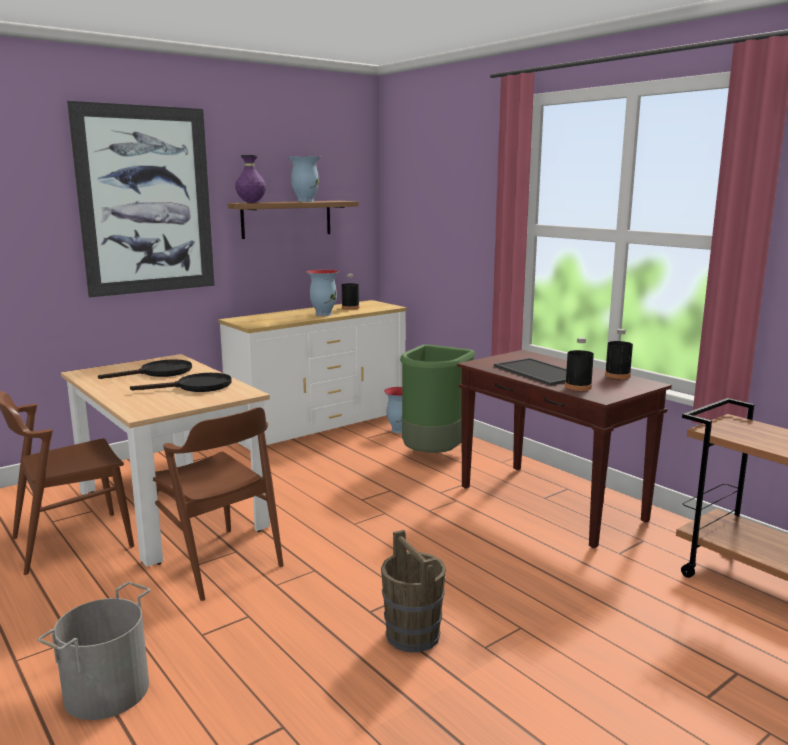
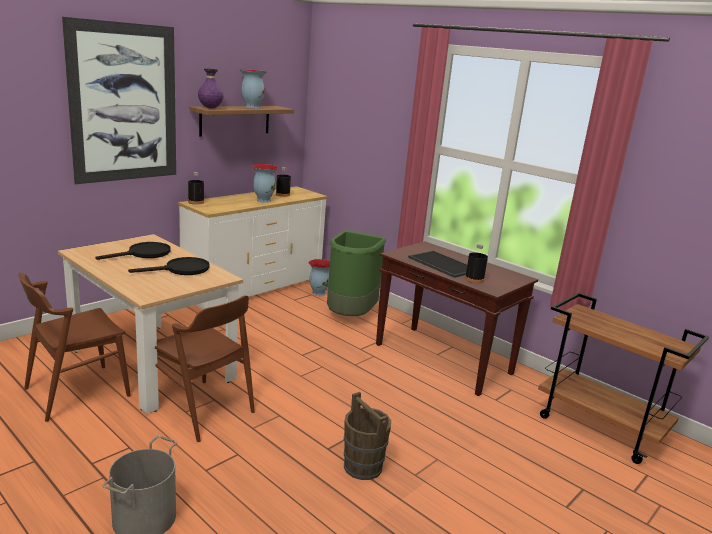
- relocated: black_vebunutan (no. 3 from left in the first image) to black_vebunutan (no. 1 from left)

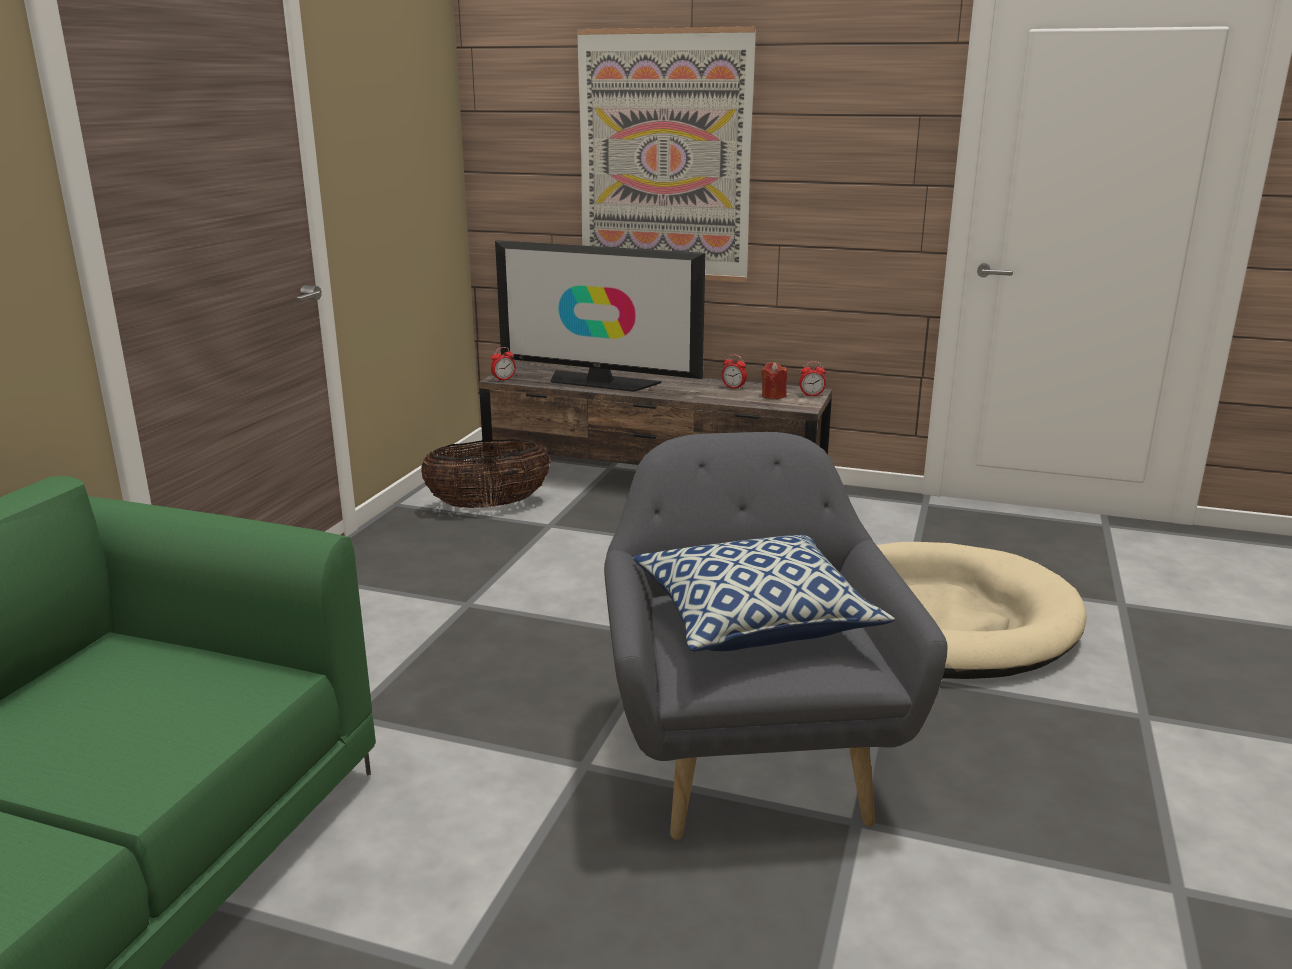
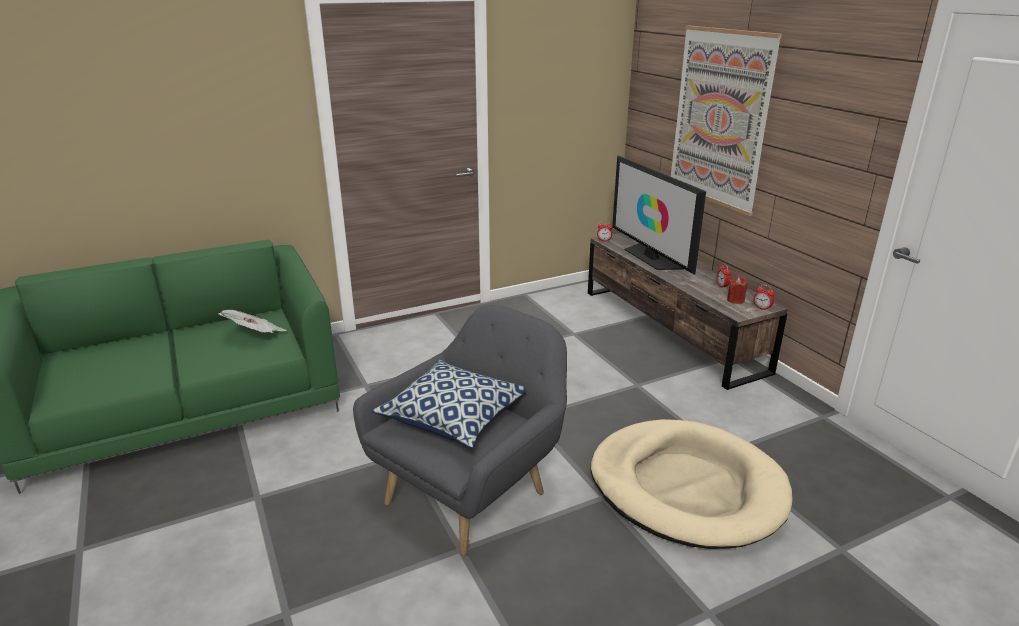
- appeared: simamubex
- missing: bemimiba

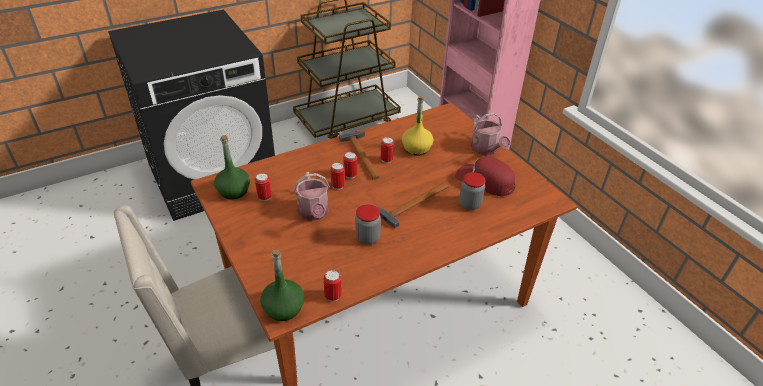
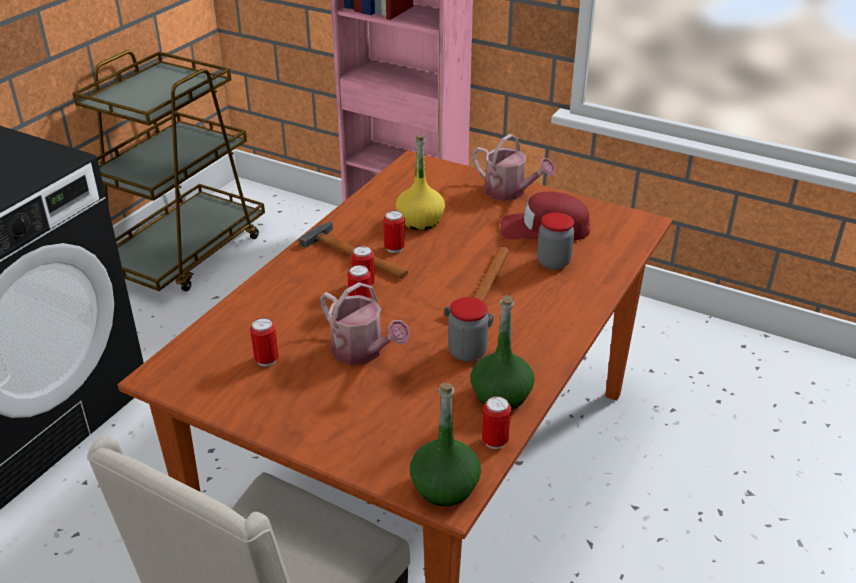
- relocated: green_vebunutan (no. 1 from left in the first image) to green_vebunutan (no. 2 from left)

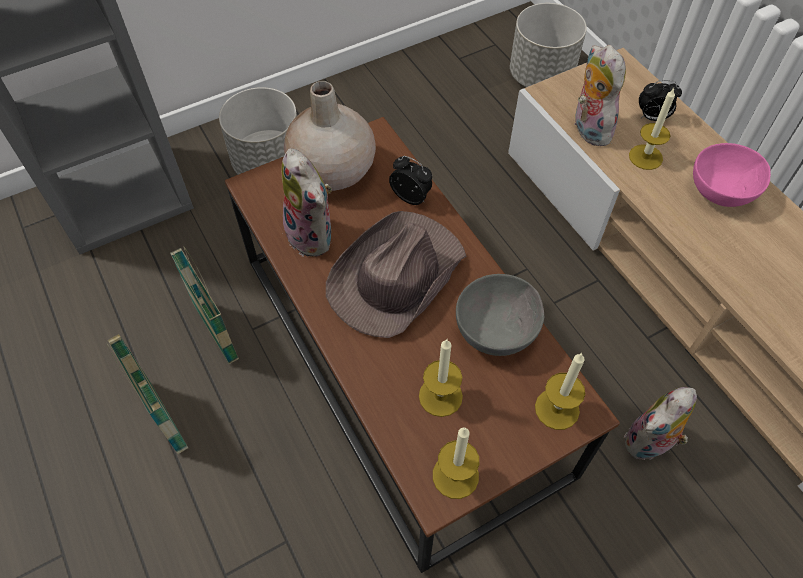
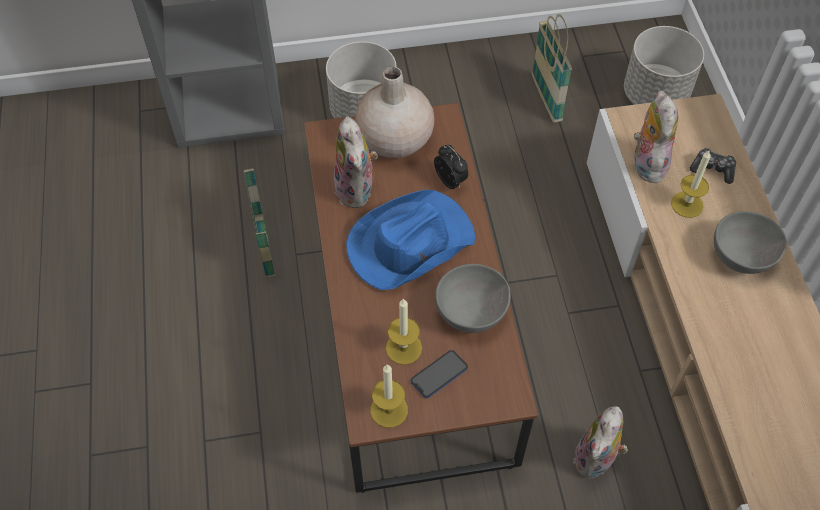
- colour: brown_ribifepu to blue_ribifepu
- appeared: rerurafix
- relocated: bemimiba (no. 1 from left in the first image) to bemimiba (no. 2 from left)
- spun: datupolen (no. 3 from left in the first image) 45 degrees counterclockwise
- exchanged: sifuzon (no. 2 from left) to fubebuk
- colour: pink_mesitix to grey_mesitix (no. 2 from left)
- missing: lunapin (no. 3 from left)

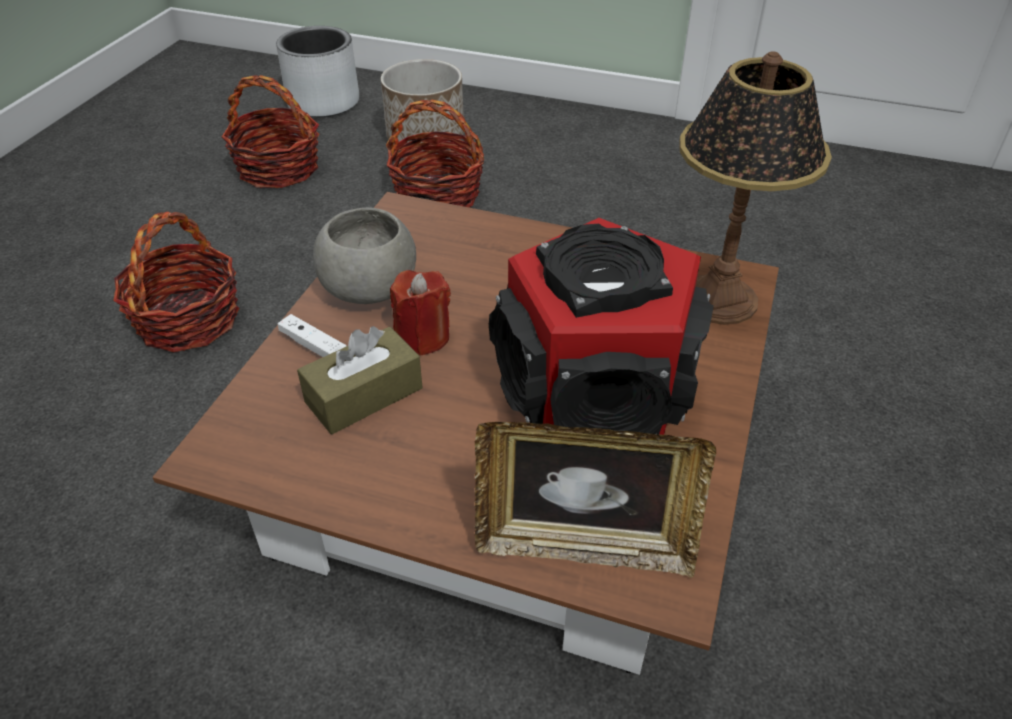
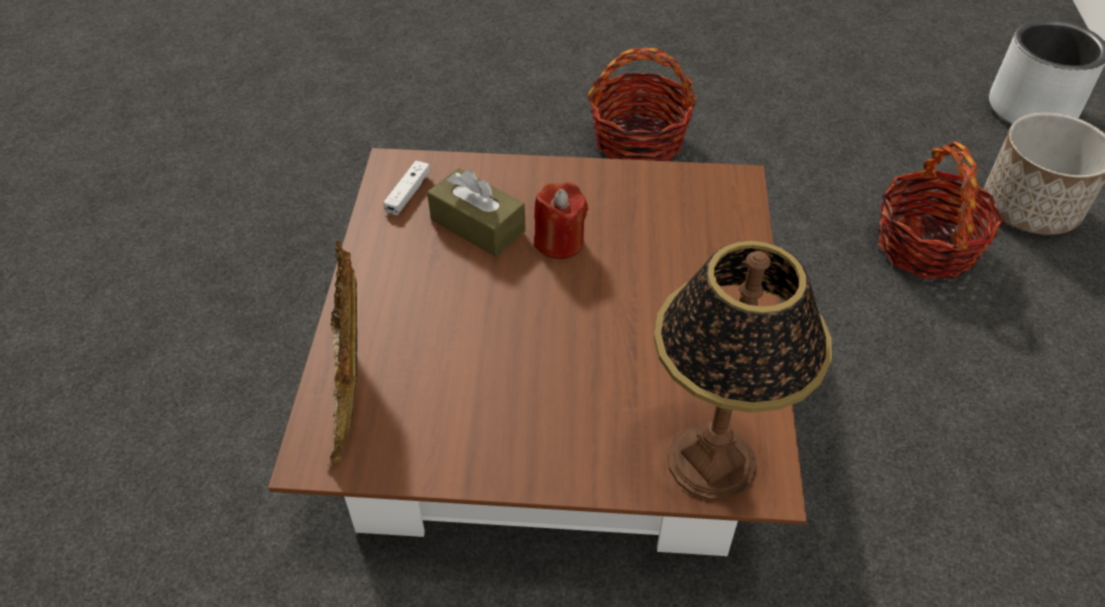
- relocated: white_fubebuk
- missing: bemimiba (no. 2 from left)
- missing: grey_mesitix
- missing: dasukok

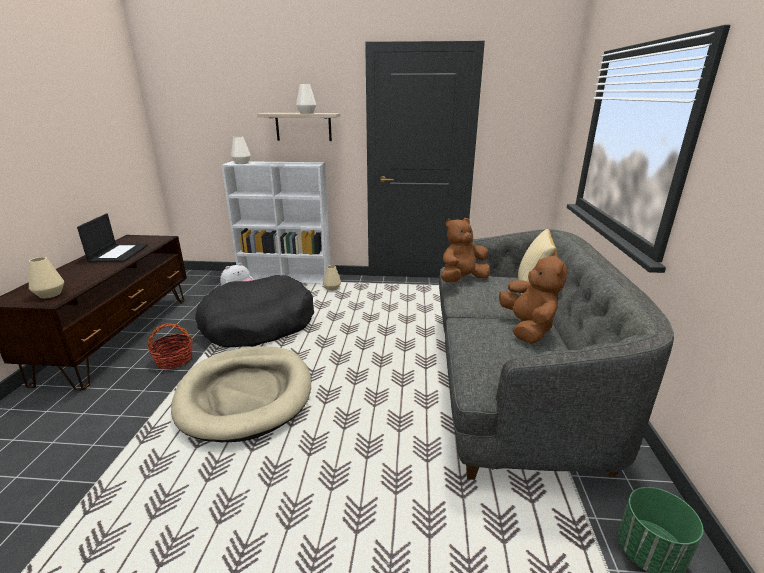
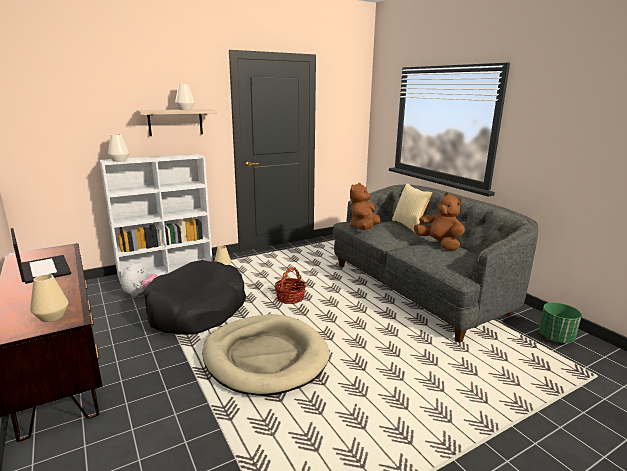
- relocated: bemimiba

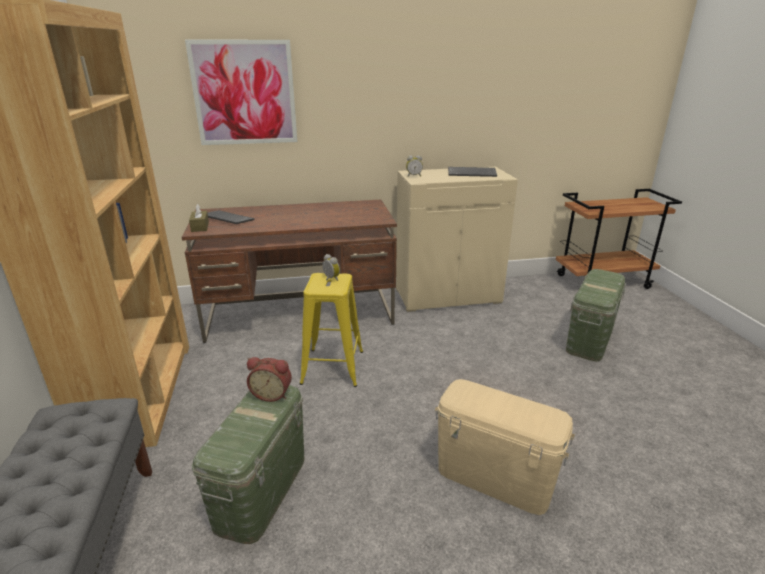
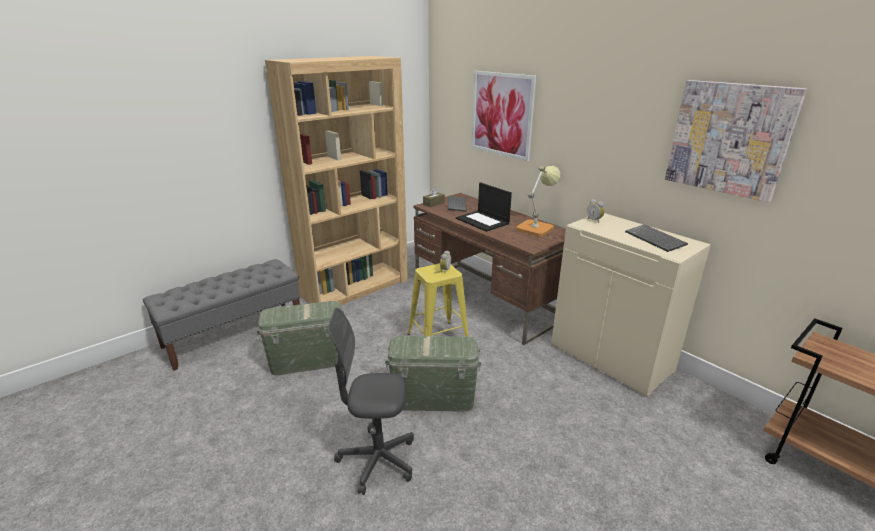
- exchanged: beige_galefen to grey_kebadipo
- relocated: green_galefen (no. 2 from left)
- appeared: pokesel
- appeared: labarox
- appeared: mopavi (no. 2 from left)
- missing: sifuzon (no. 1 from left)

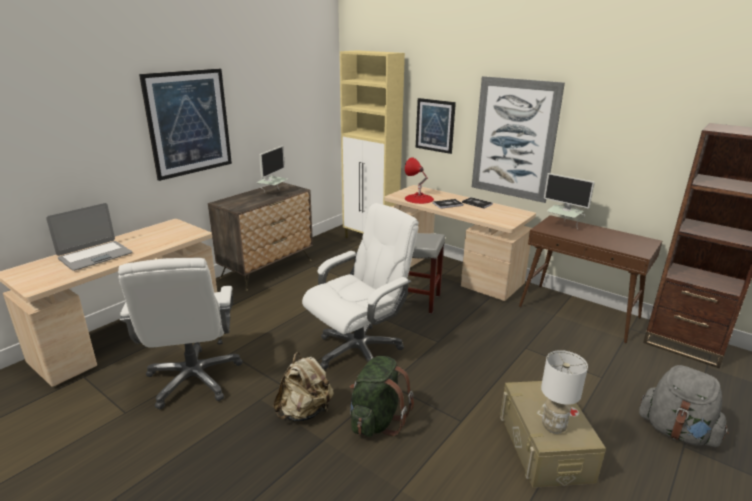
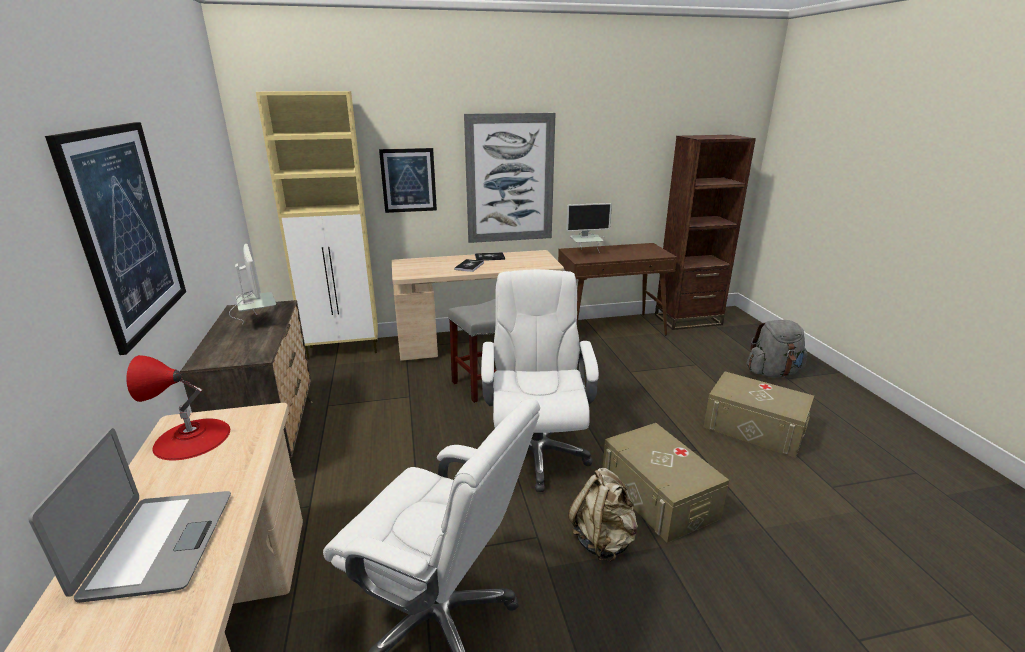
- relocated: red_labarox
- exchanged: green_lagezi to beige_galefen (no. 1 from left)
- missing: white_labarox

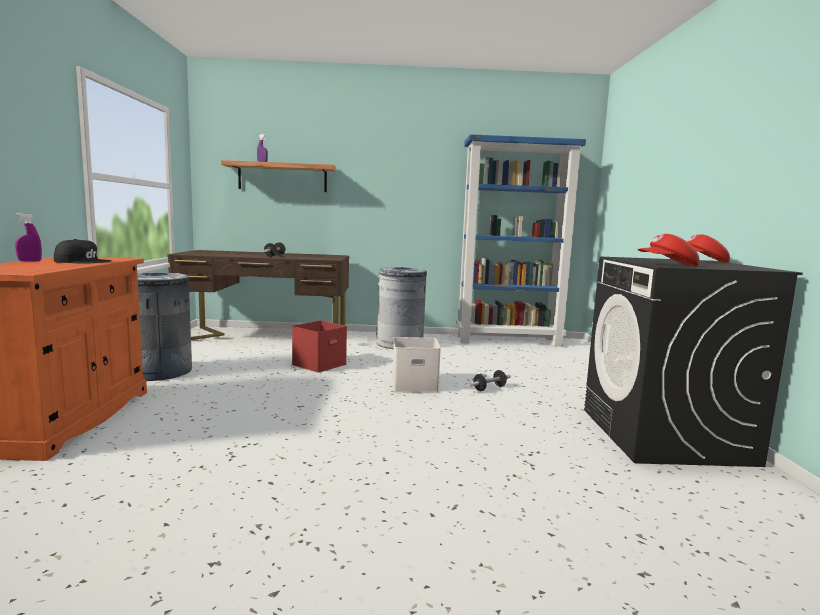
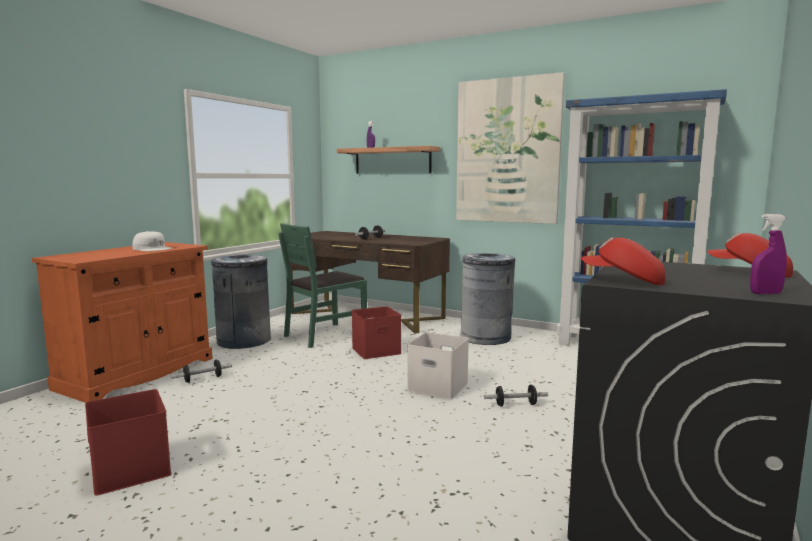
- appeared: red_galefen (no. 1 from left)
- colour: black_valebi to white_valebi
- appeared: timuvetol (no. 1 from left)
- appeared: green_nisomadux
- appeared: mopavi
- relocated: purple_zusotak (no. 1 from left in the first image) to purple_zusotak (no. 2 from left)

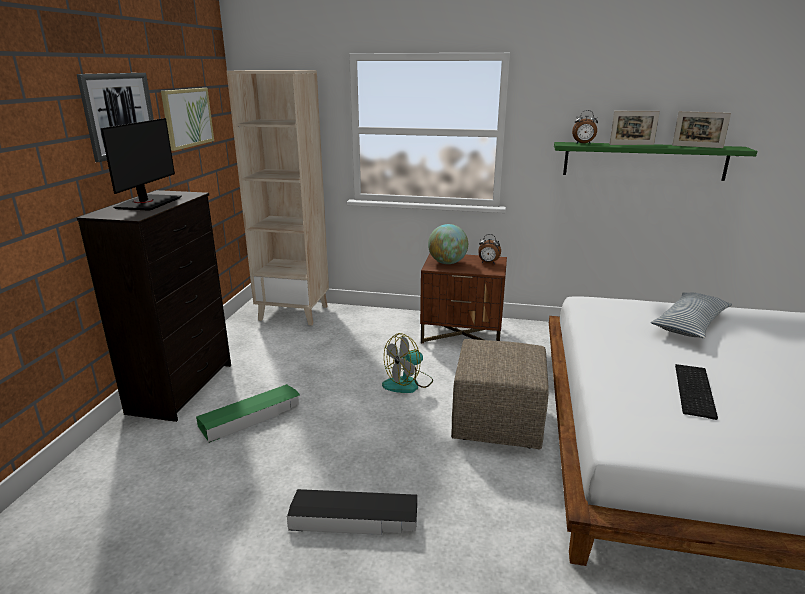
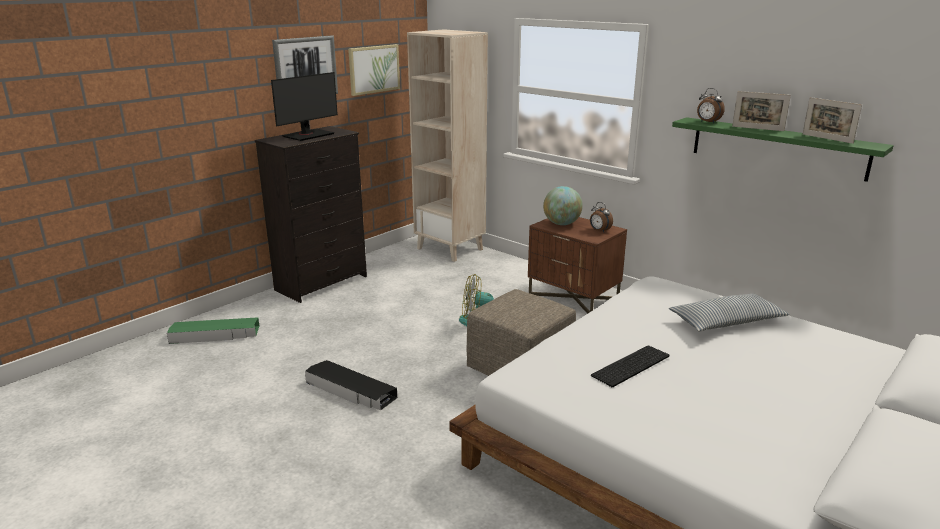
- relocated: green_galefen

